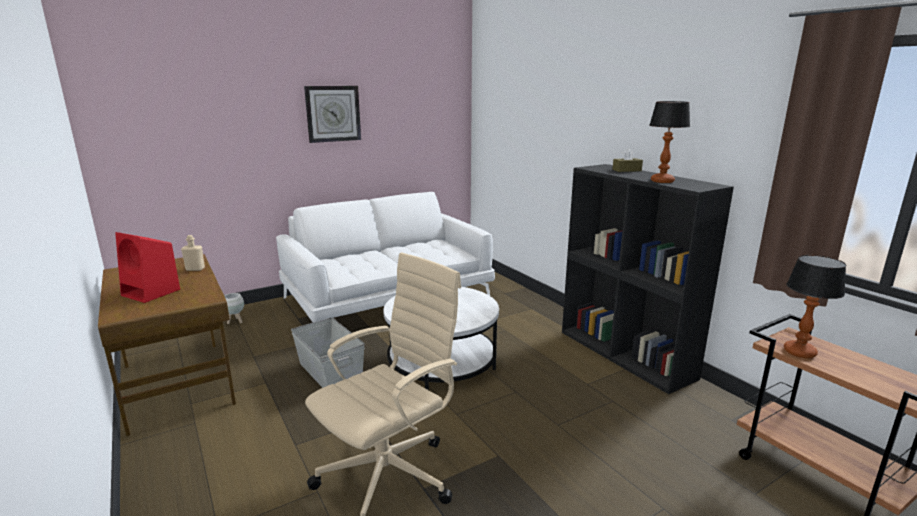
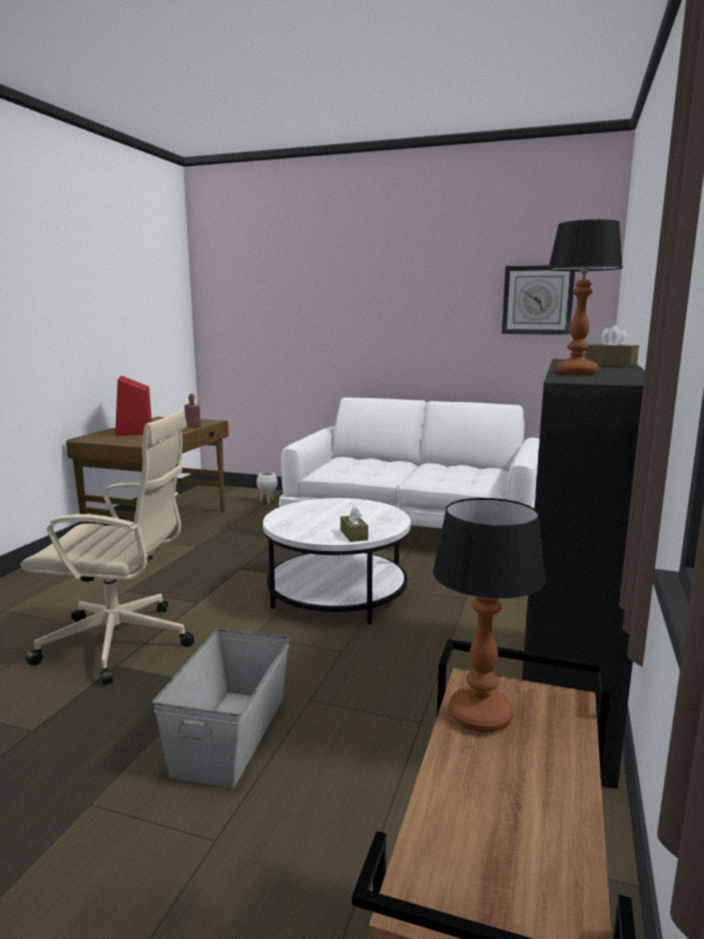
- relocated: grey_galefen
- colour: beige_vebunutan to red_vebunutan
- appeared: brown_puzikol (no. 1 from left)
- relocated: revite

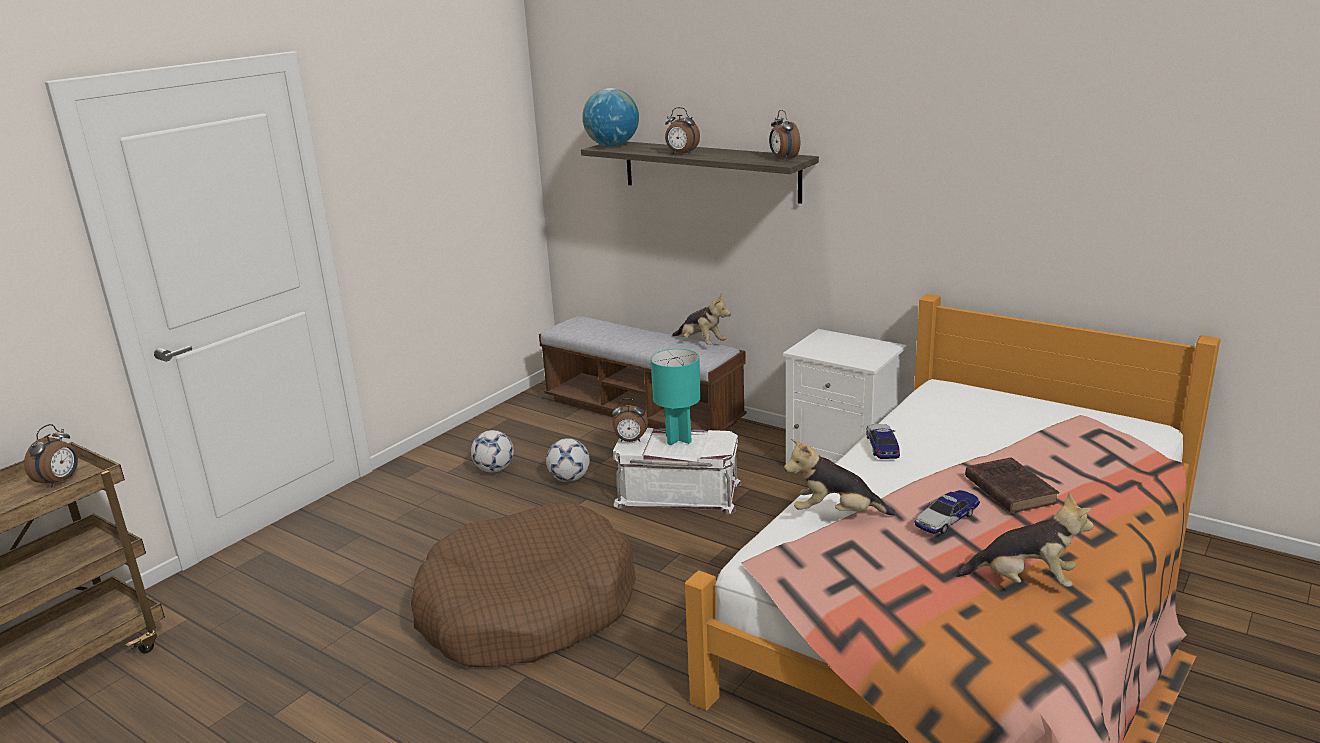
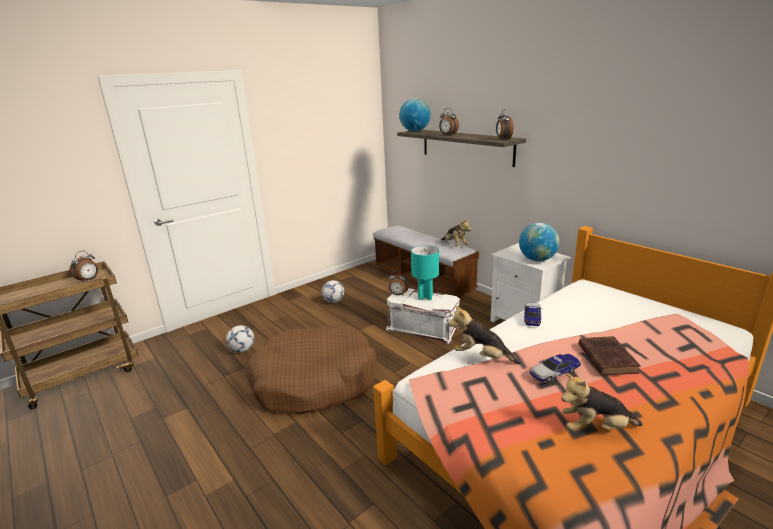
- relocated: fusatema (no. 2 from left in the first image) to fusatema (no. 1 from left)
- appeared: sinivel (no. 2 from left)
- spun: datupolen (no. 3 from left) 150 degrees clockwise

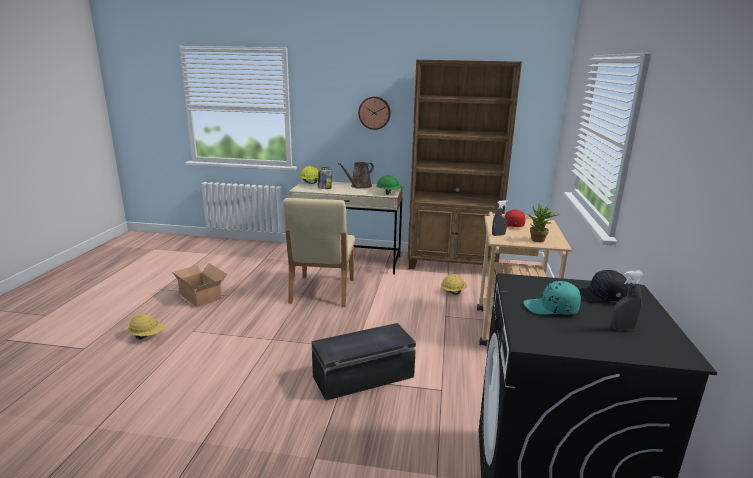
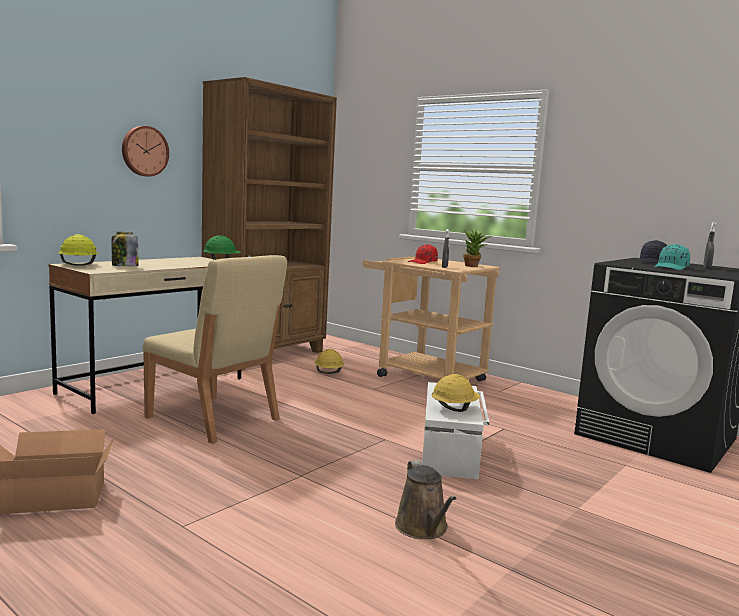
- relocated: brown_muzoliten
- colour: black_galefen to white_galefen
- relocated: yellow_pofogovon (no. 1 from left in the first image) to yellow_pofogovon (no. 3 from left)

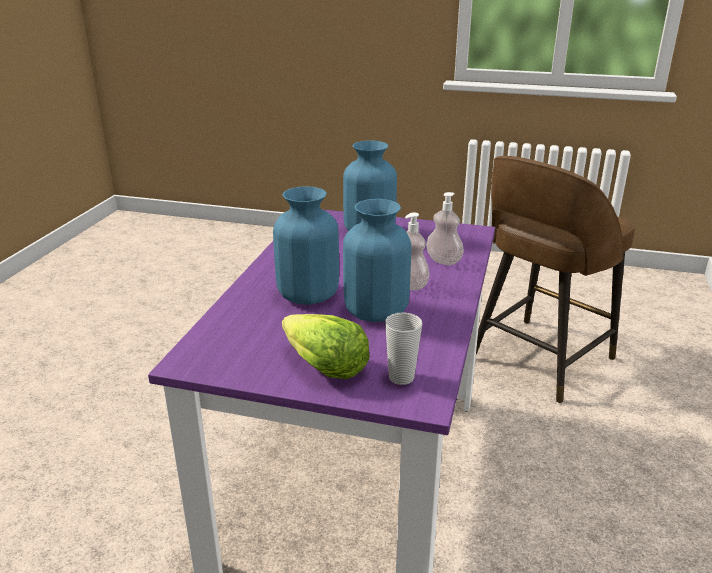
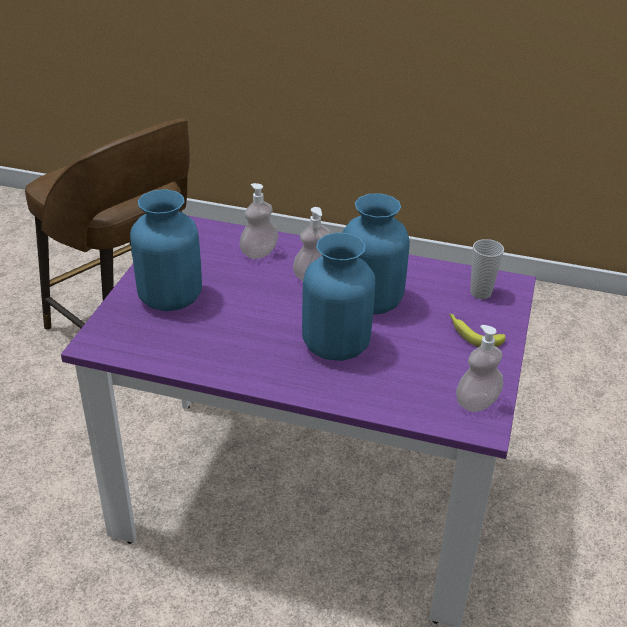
- exchanged: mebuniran to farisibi
- appeared: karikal (no. 3 from left)

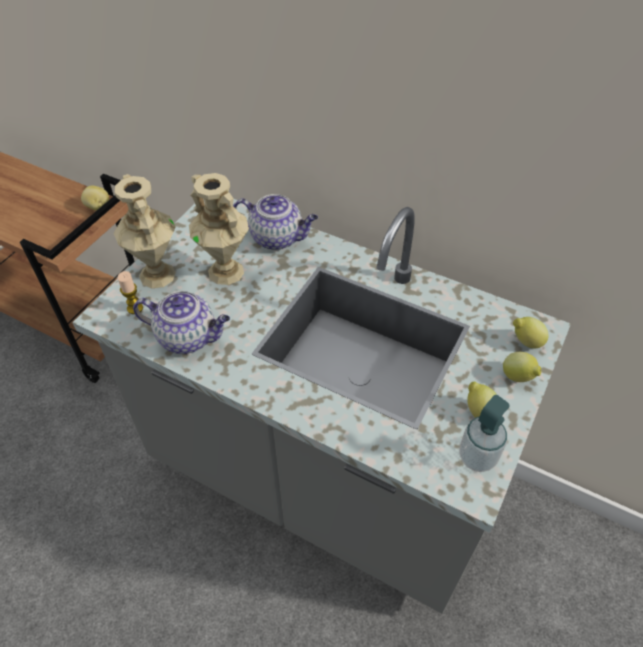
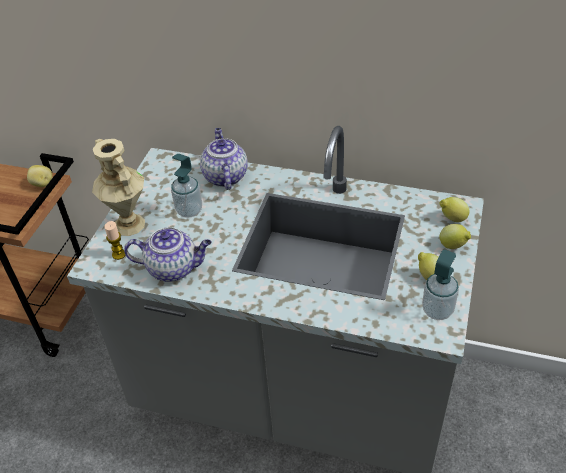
- exchanged: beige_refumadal (no. 2 from left) to karikal (no. 1 from left)
- spun: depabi (no. 2 from left) 105 degrees counterclockwise

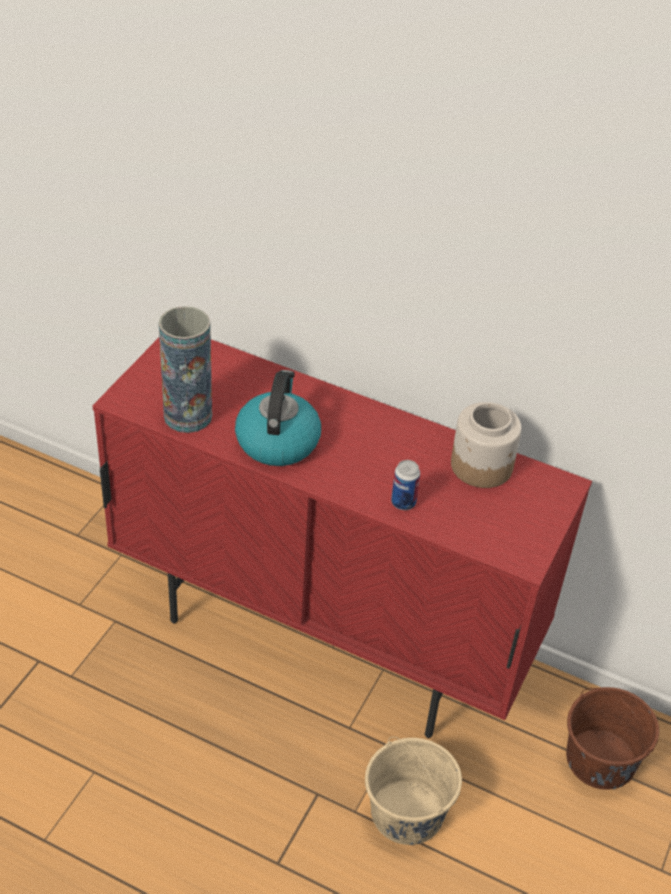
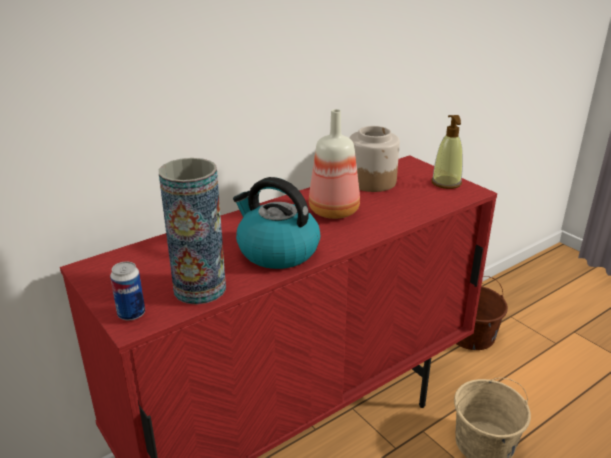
- relocated: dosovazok
- appeared: vebunutan
- appeared: karikal

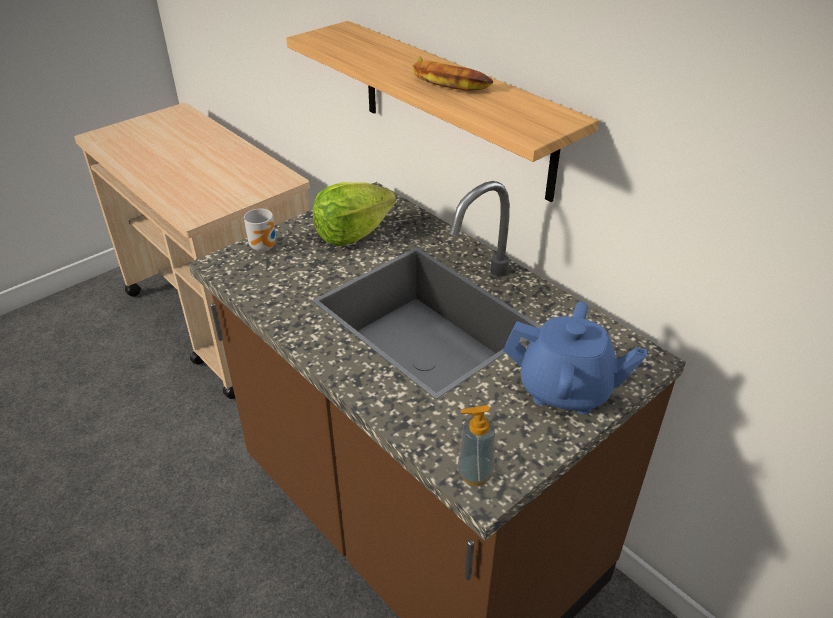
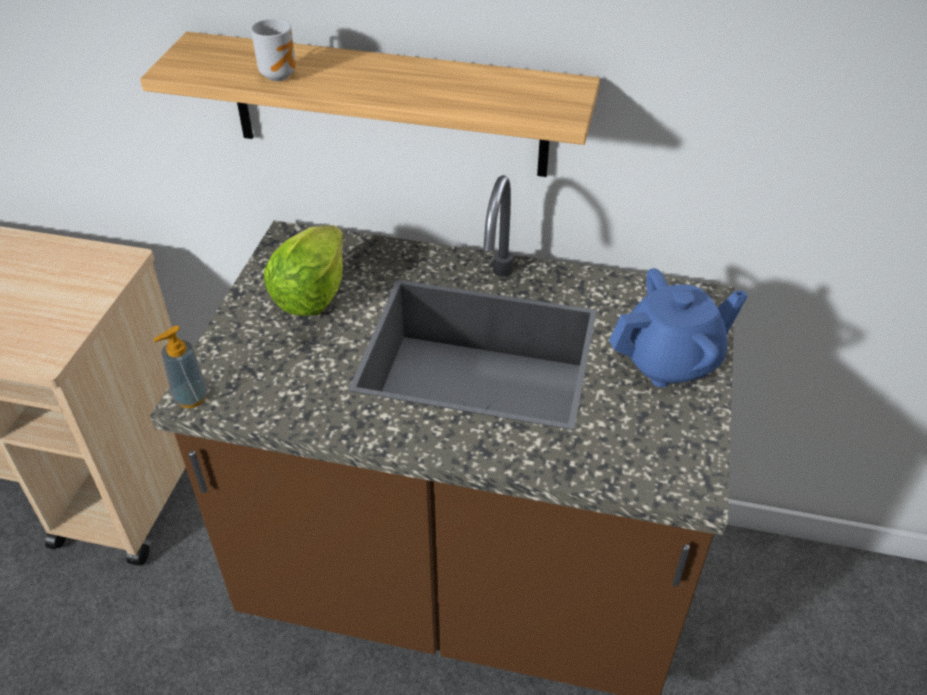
- relocated: karikal
- relocated: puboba
- missing: farisibi

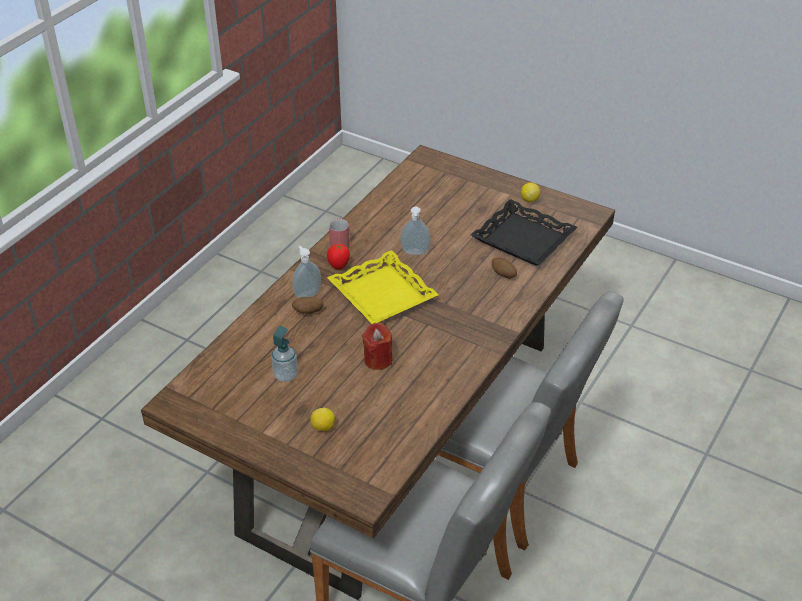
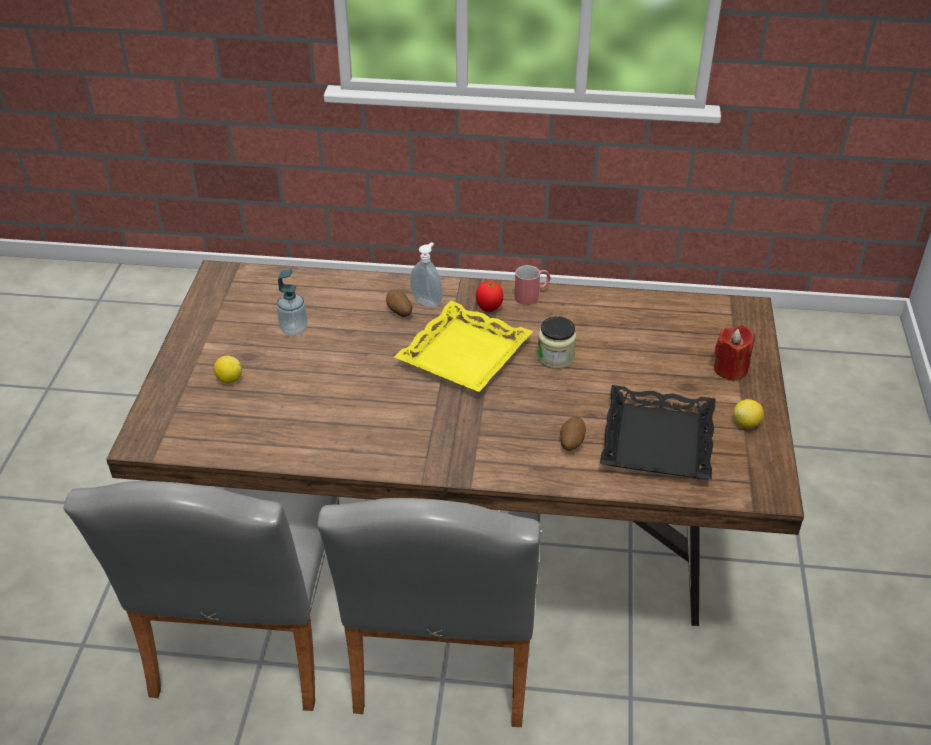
- exchanged: karikal (no. 3 from left) to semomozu
- relocated: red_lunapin

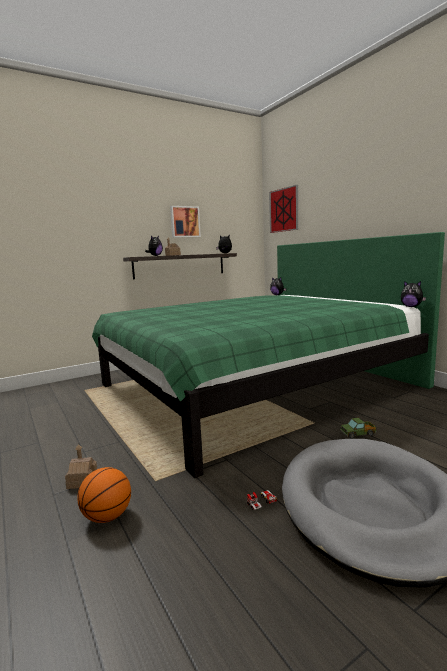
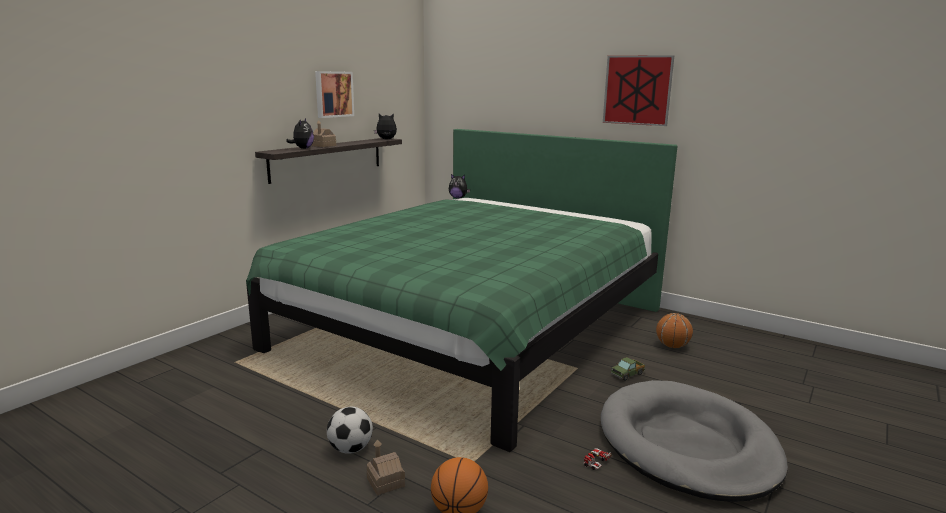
- appeared: fusatema
- relocated: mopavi (no. 2 from left)
- appeared: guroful (no. 2 from left)
- missing: datupolen (no. 4 from left)

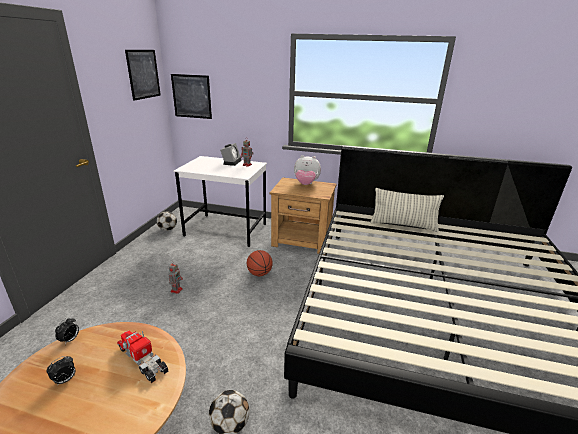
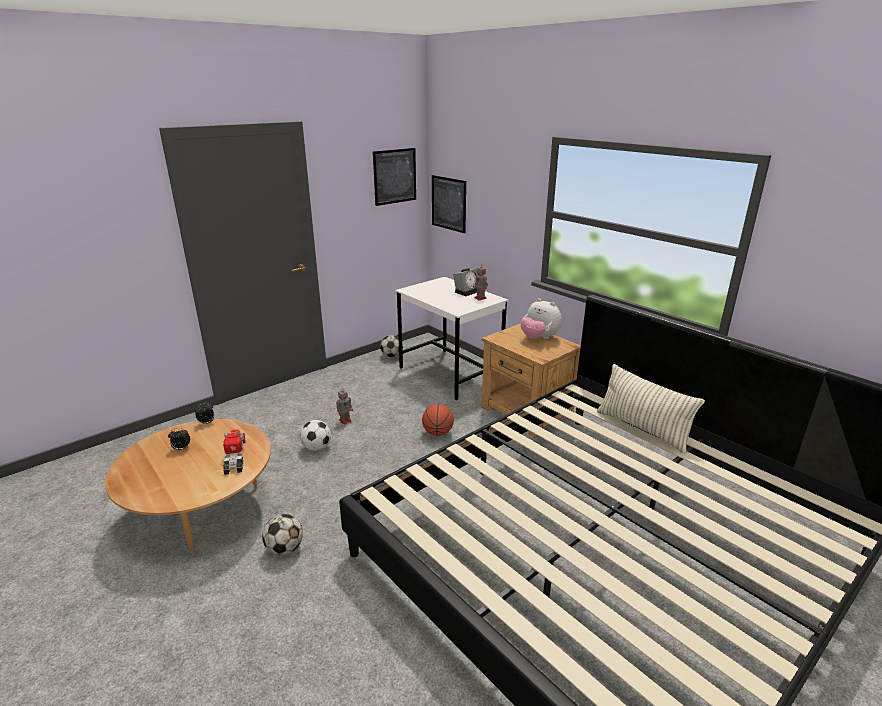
- appeared: fusatema (no. 2 from left)

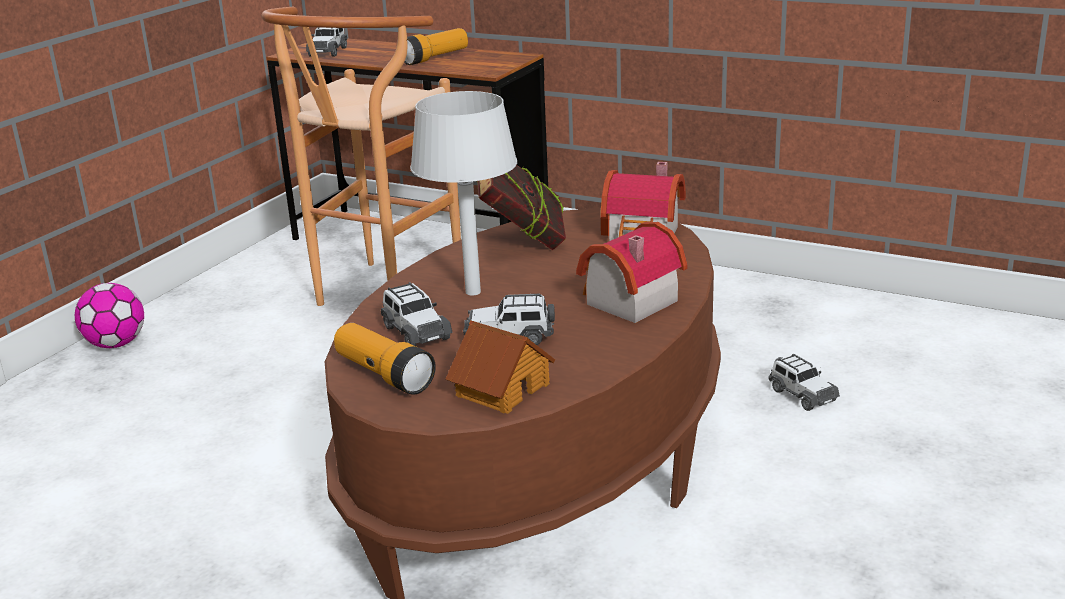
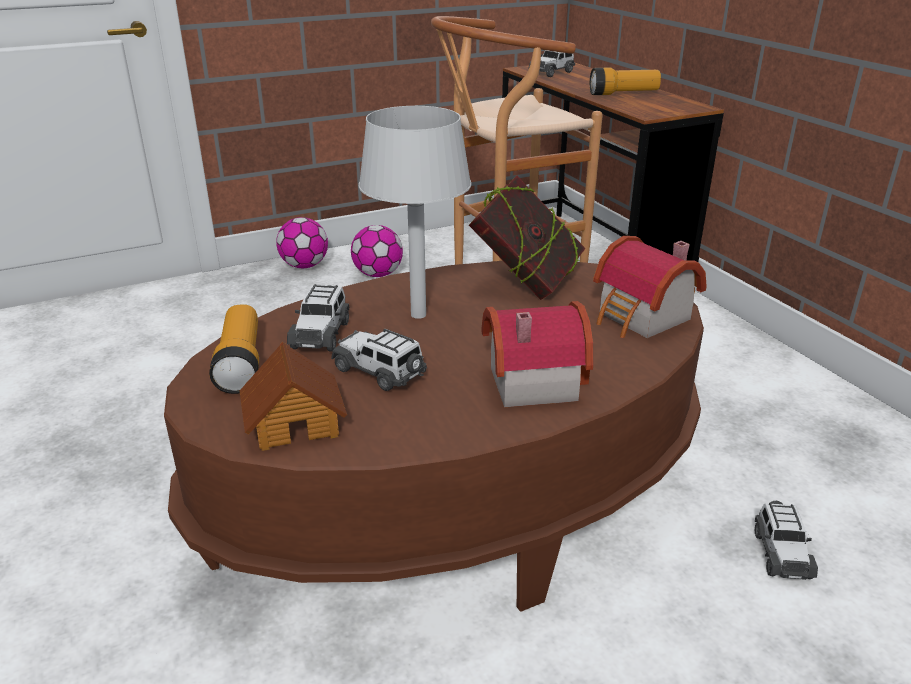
- appeared: fusatema (no. 2 from left)

